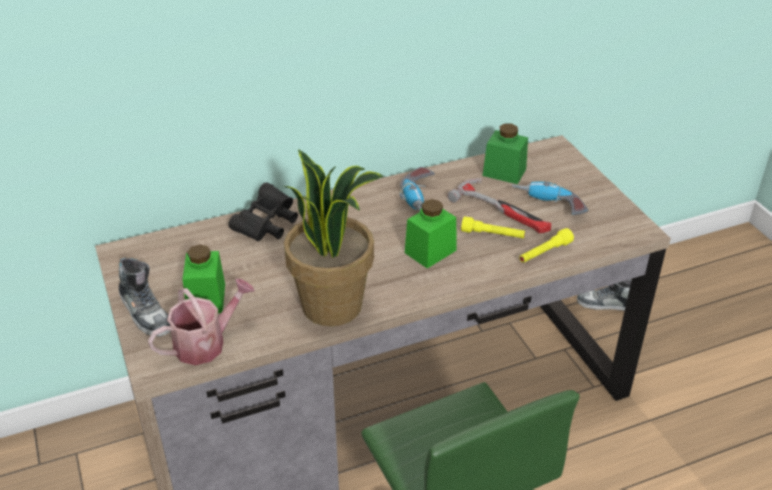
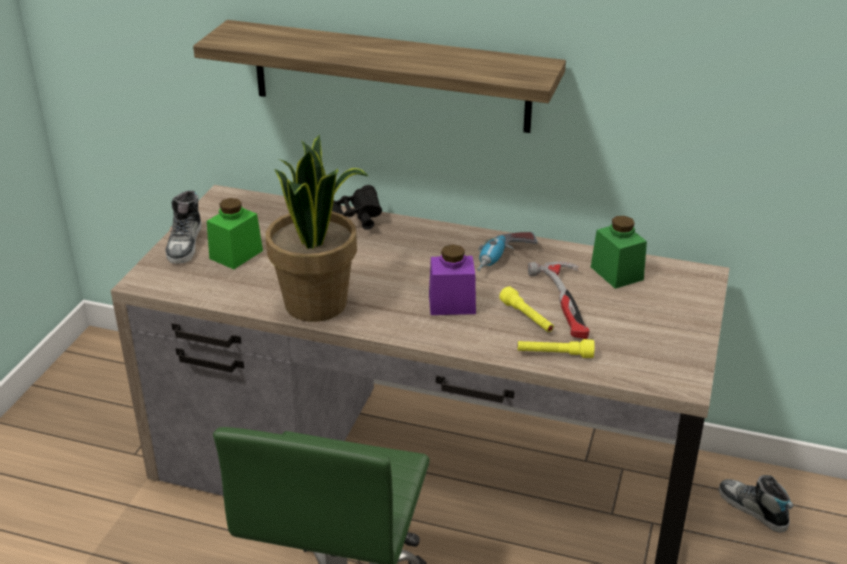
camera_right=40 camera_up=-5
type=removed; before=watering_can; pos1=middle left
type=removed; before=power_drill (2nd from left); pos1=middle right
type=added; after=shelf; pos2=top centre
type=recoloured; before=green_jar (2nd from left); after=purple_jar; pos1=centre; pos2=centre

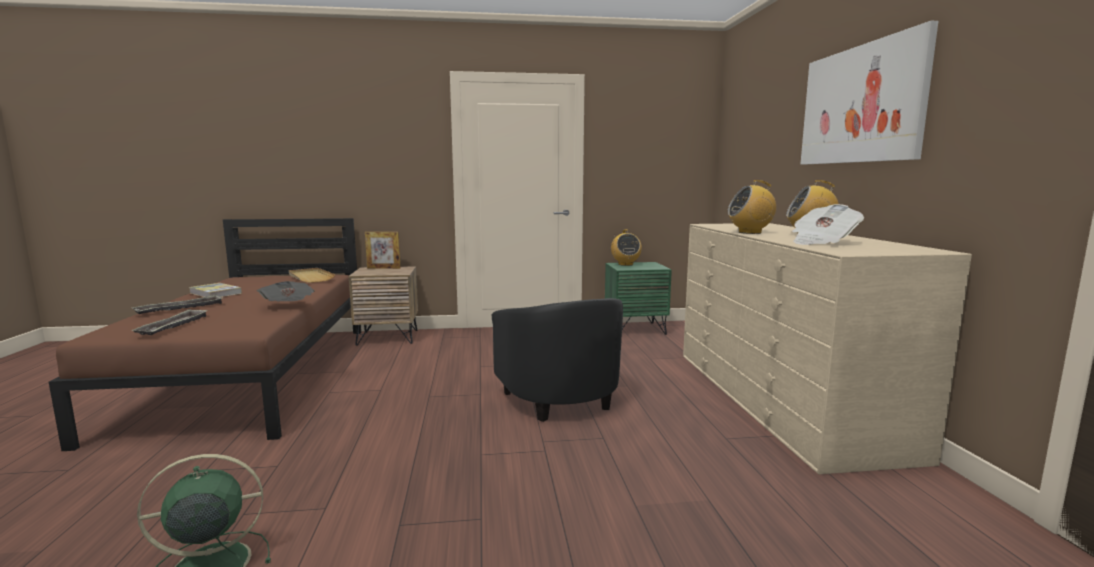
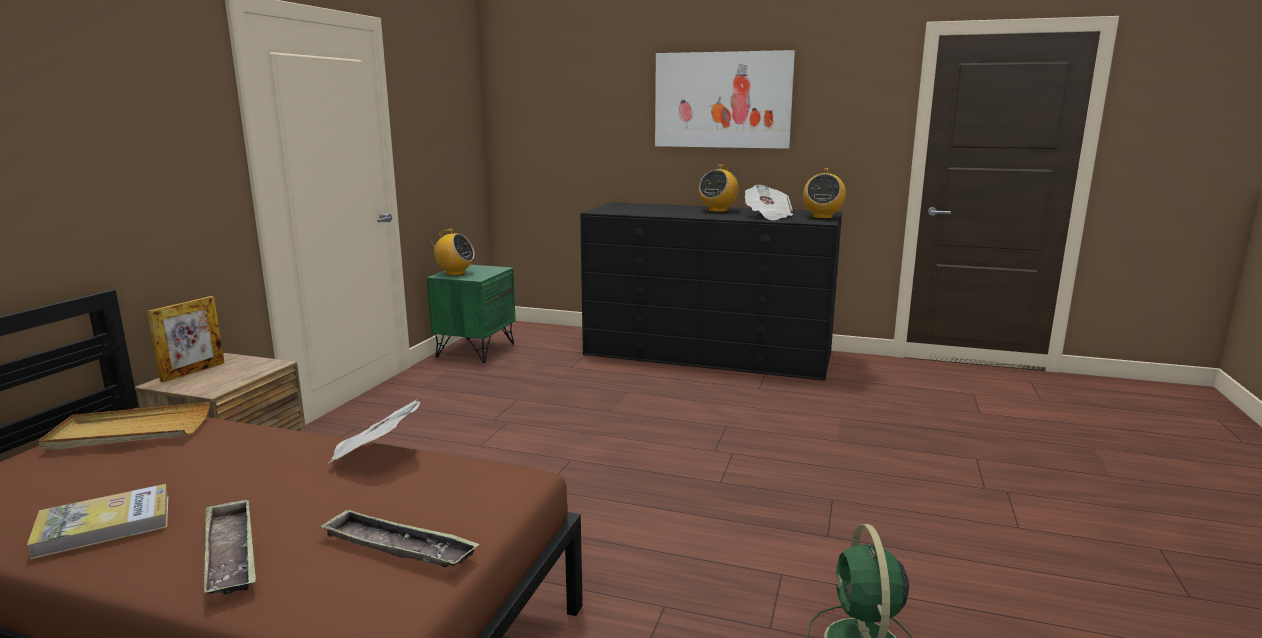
camera_right=-65 camera_up=5
type=removed; before=black_armchair; pos1=centre
type=moved; before=radio (2nd from left in the first image); after=radio (3rd from left); pos1=middle right; pos2=top centre
type=recoloured; before=beige_dresser; after=black_dresser; pos1=middle right; pos2=centre

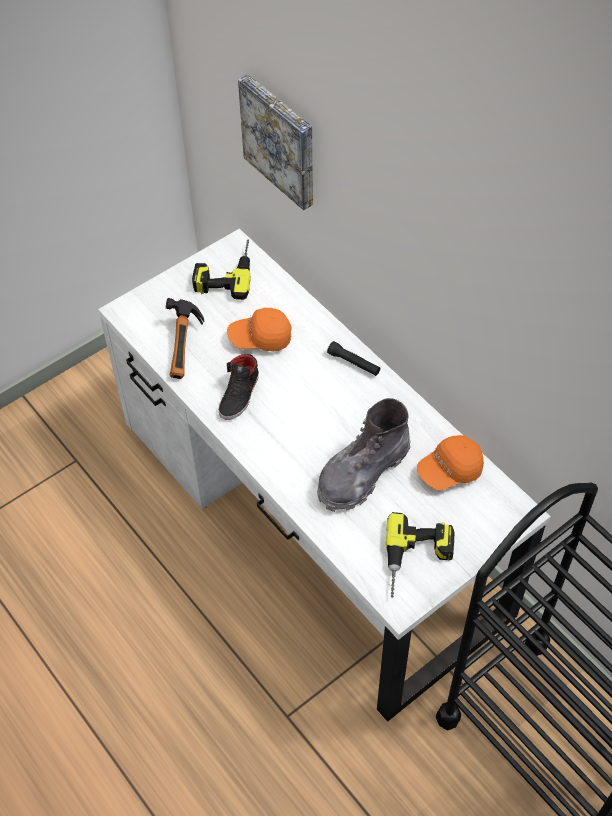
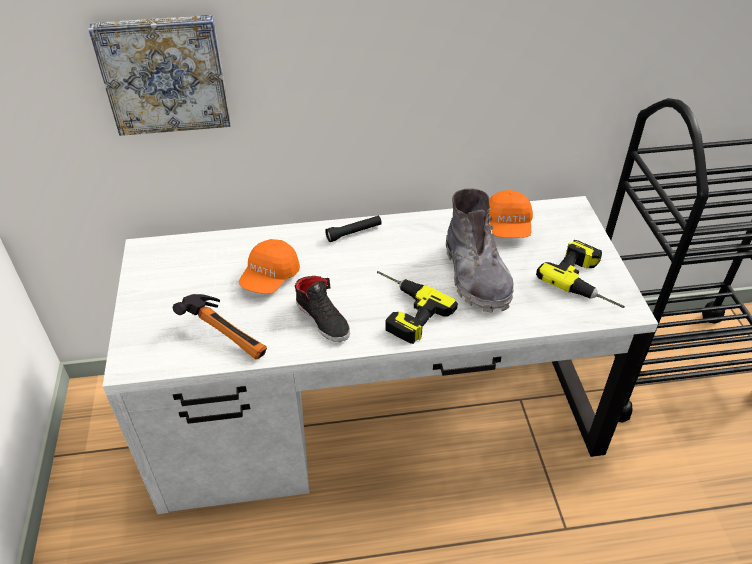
camera_right=-60 camera_up=-10
type=moved; before=power_drill (1st from left); pos1=top centre; pos2=centre

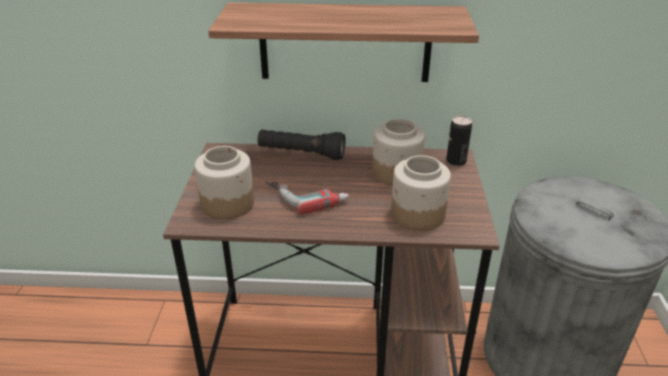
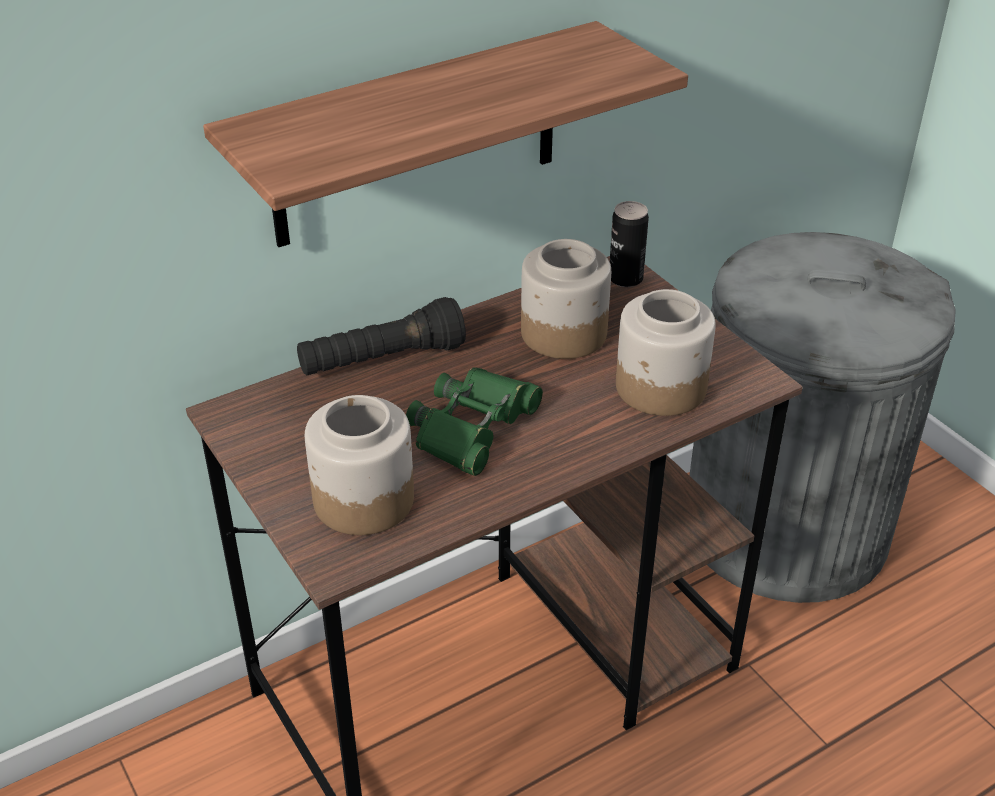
camera_right=-35 camera_up=5
type=replaced; before=power_drill; after=green_binoculars; pos1=centre; pos2=centre

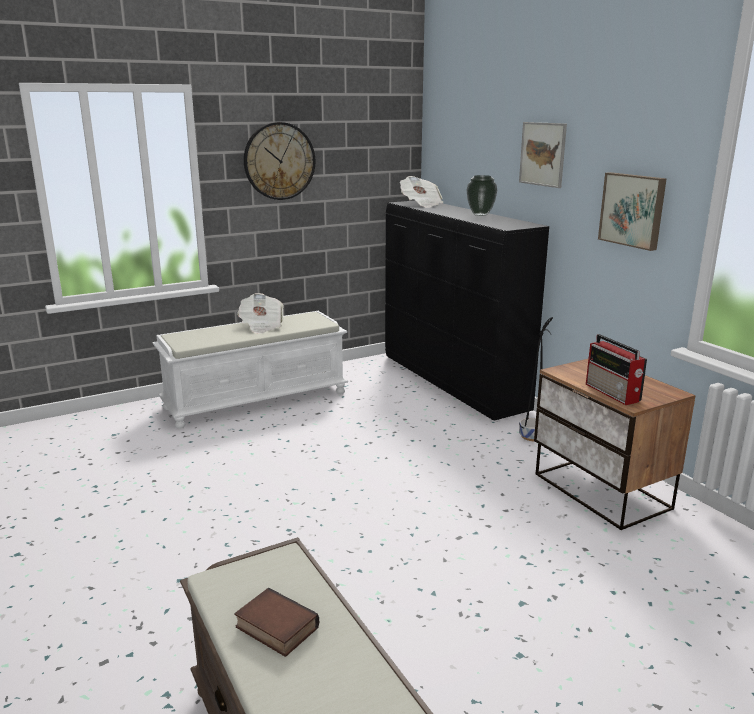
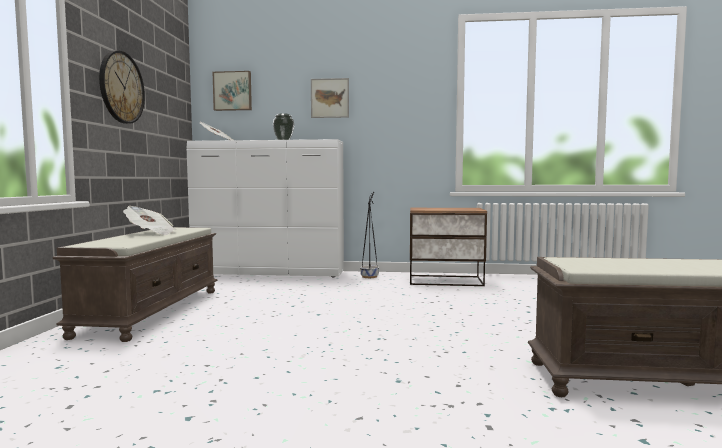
camera_right=-55 camera_up=-15
type=removed; before=book; pos1=bottom centre
type=removed; before=radio; pos1=middle right
type=moved; before=picture (2nd from left in the first image); after=picture (1st from left); pos1=top right; pos2=top left
type=recoloured; before=white_bench; after=brown_bench (1st from left); pos1=middle left; pos2=middle left
type=recoloured; before=black_dresser; after=white_dresser; pos1=centre; pos2=centre

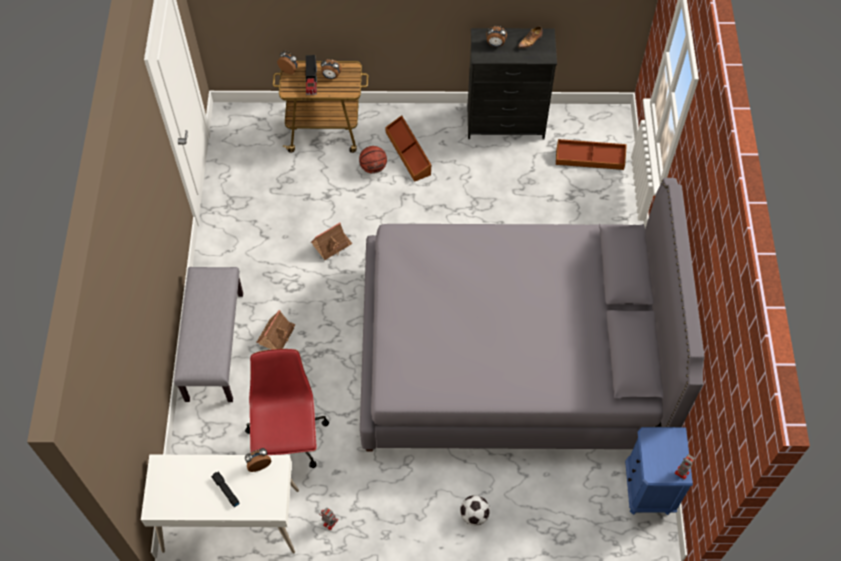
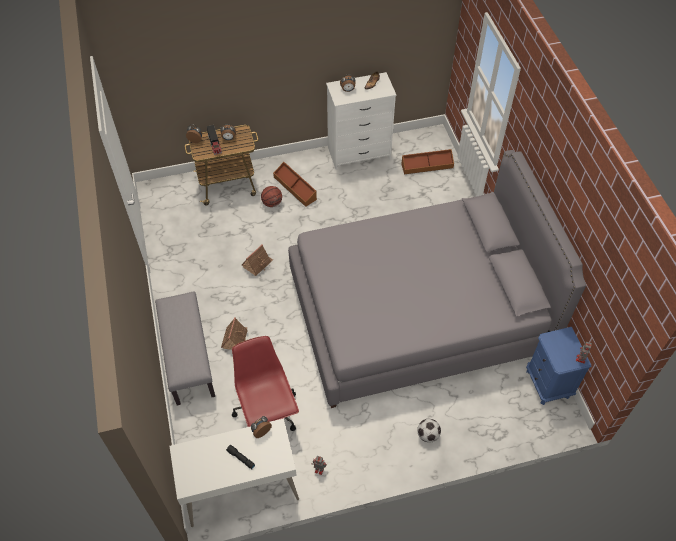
camera_right=-15 camera_up=-5
type=recoloured; before=black_dresser; after=white_dresser; pos1=top centre; pos2=top centre

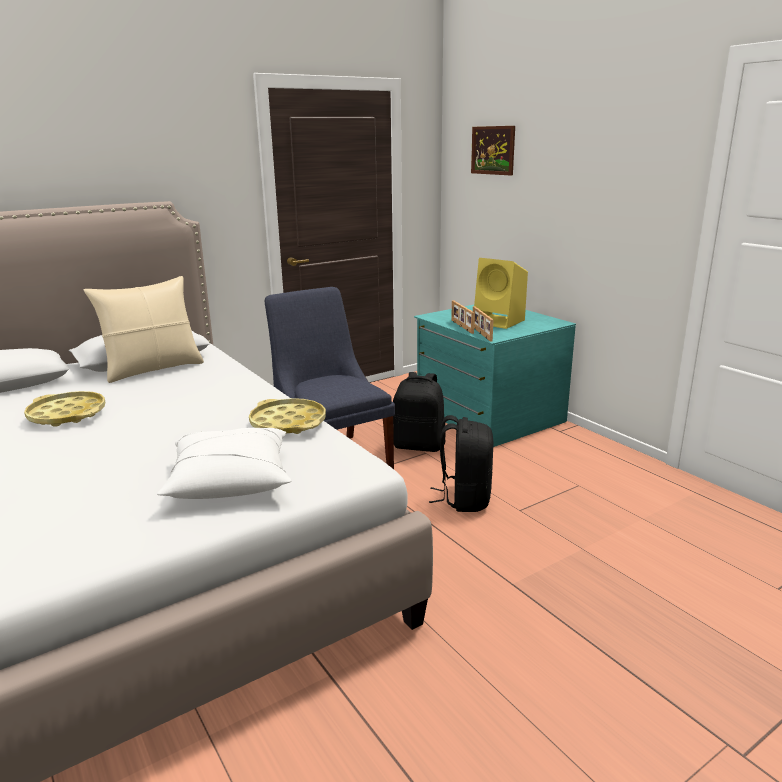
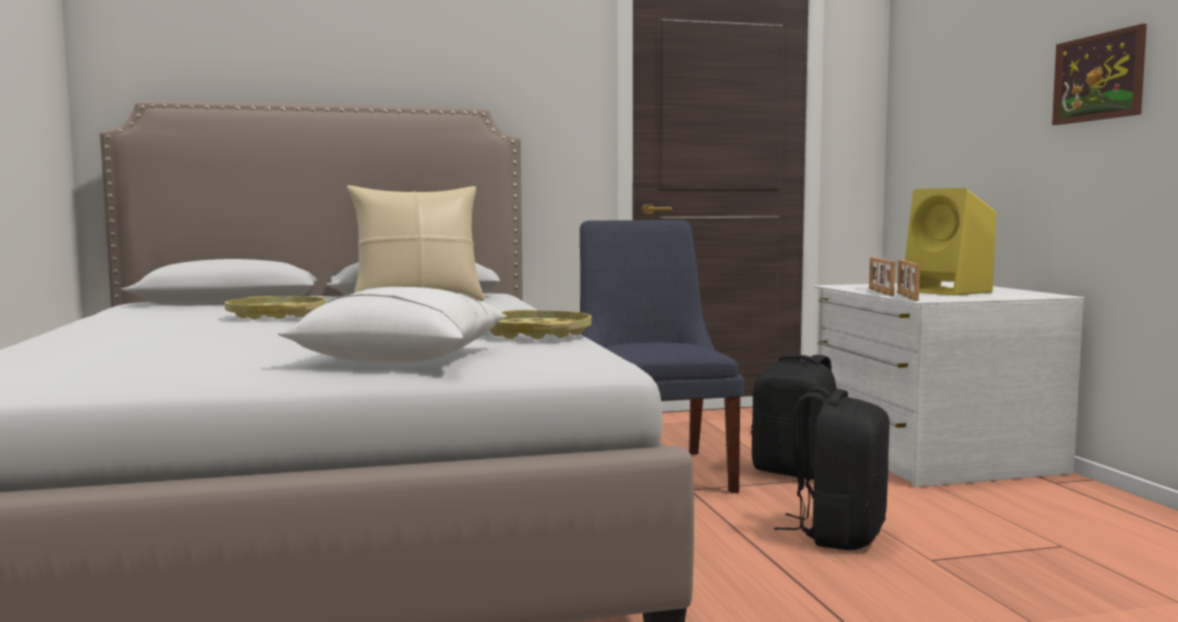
camera_right=20 camera_up=-15
type=moved; before=picture; pos1=top centre; pos2=top right
type=recoloured; before=turquoise_dresser; after=white_dresser; pos1=centre; pos2=middle right

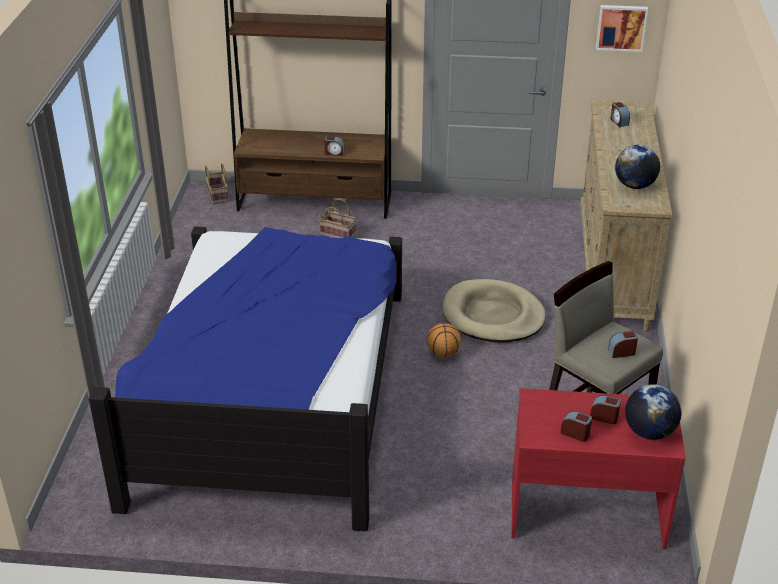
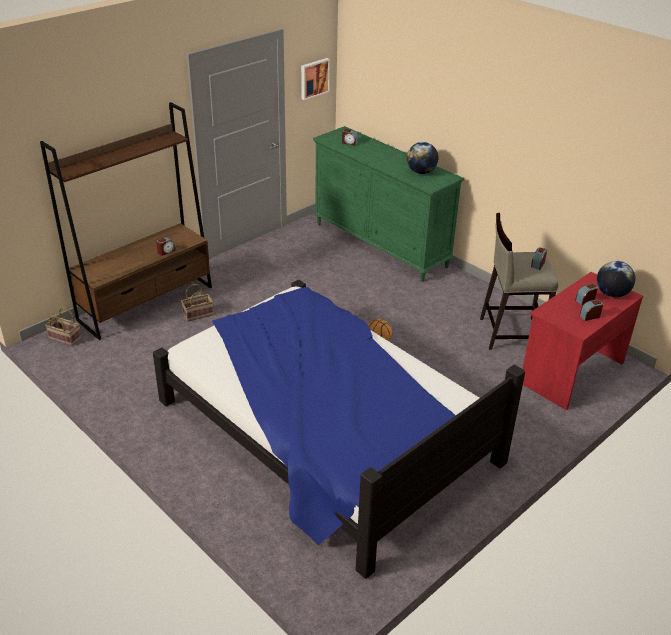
camera_right=-50 camera_up=0
type=removed; before=beige_dog_bed; pos1=centre
type=recoloured; before=beige_dresser; after=green_dresser; pos1=middle right; pos2=top centre

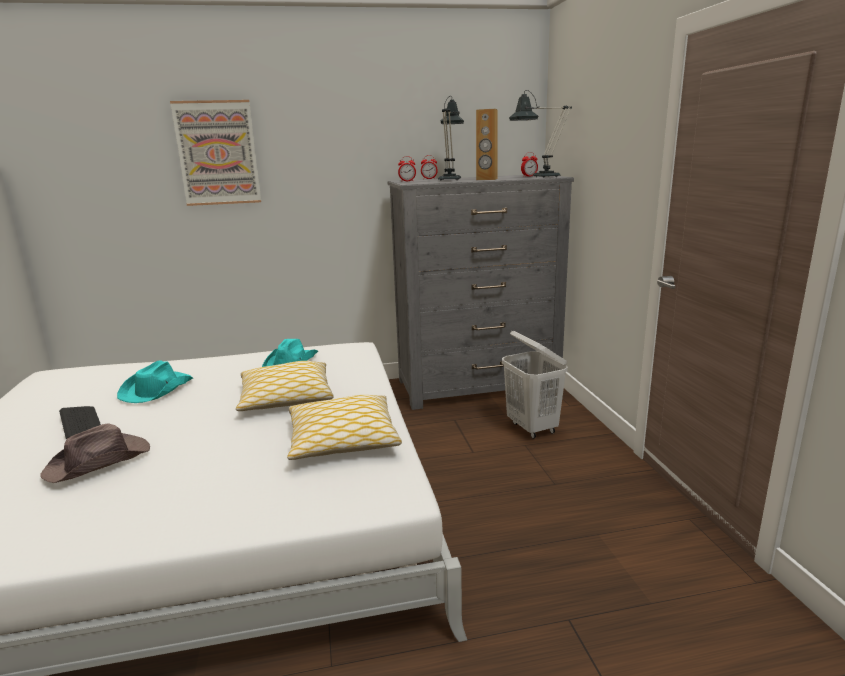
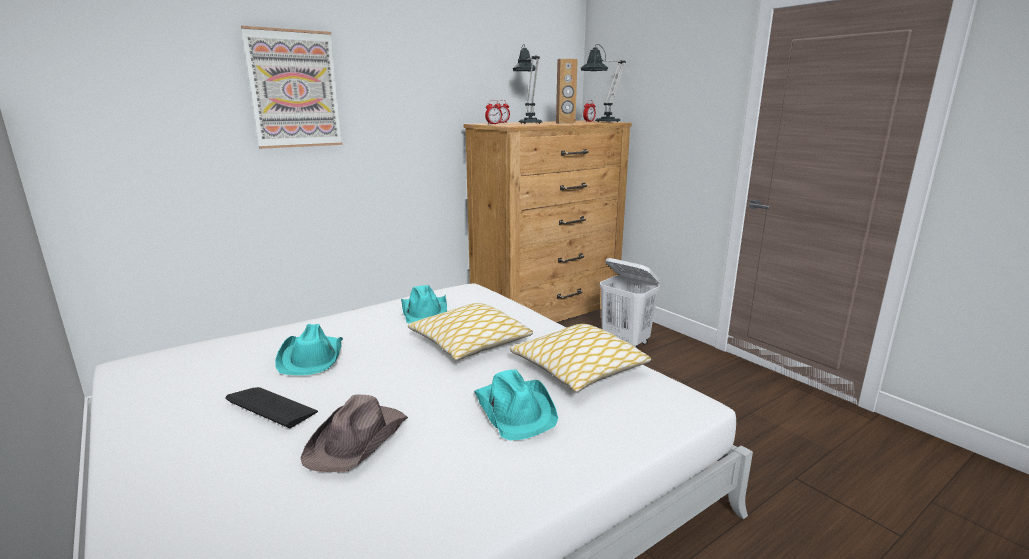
camera_right=-25 camera_up=0
type=added; after=turquoise_hat (3rd from left); pos2=bottom centre
type=recoloured; before=grey_dresser; after=brown_dresser; pos1=centre; pos2=centre

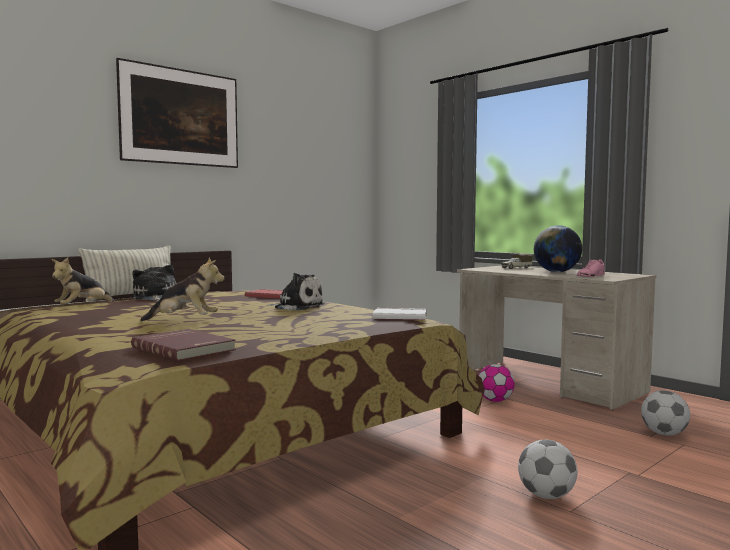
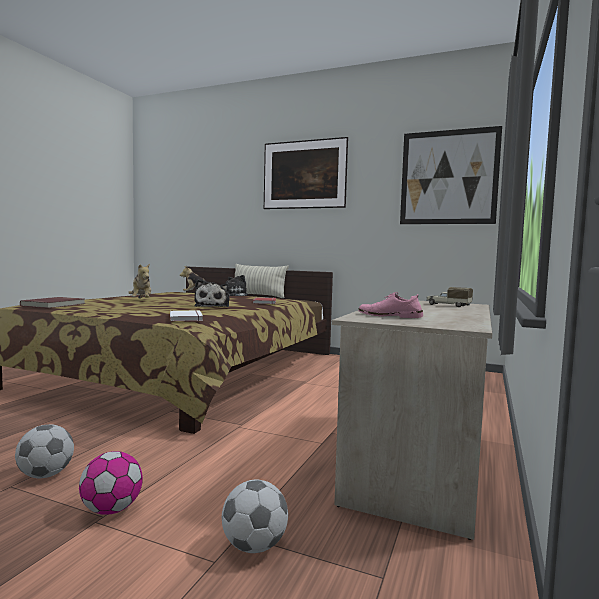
camera_right=65 camera_up=0
type=removed; before=globe; pos1=middle right
type=added; after=picture (2nd from left); pos2=top right
type=moved; before=football (1st from left in the first image); after=football (2nd from left); pos1=bottom right; pos2=bottom left

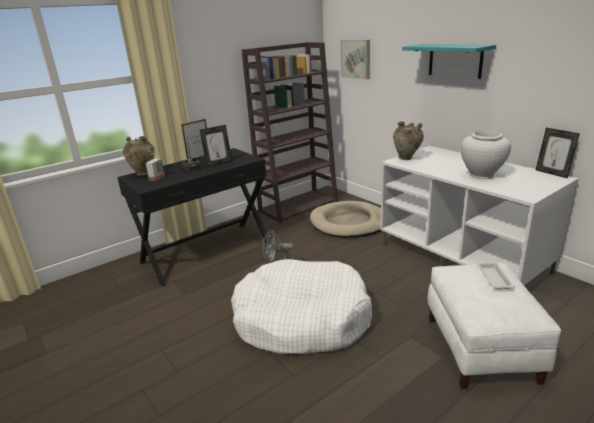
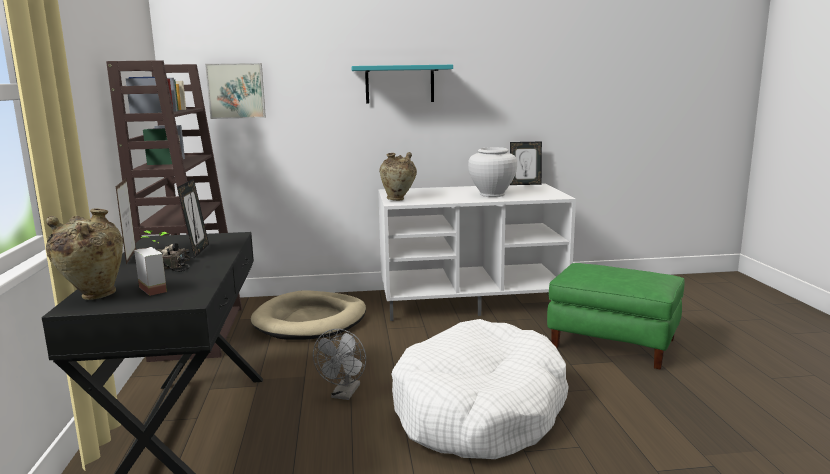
camera_right=-60 camera_up=-10
type=removed; before=white_tray; pos1=middle right
type=recoloured; before=white_ottoman; after=green_ottoman; pos1=bottom right; pos2=bottom right

